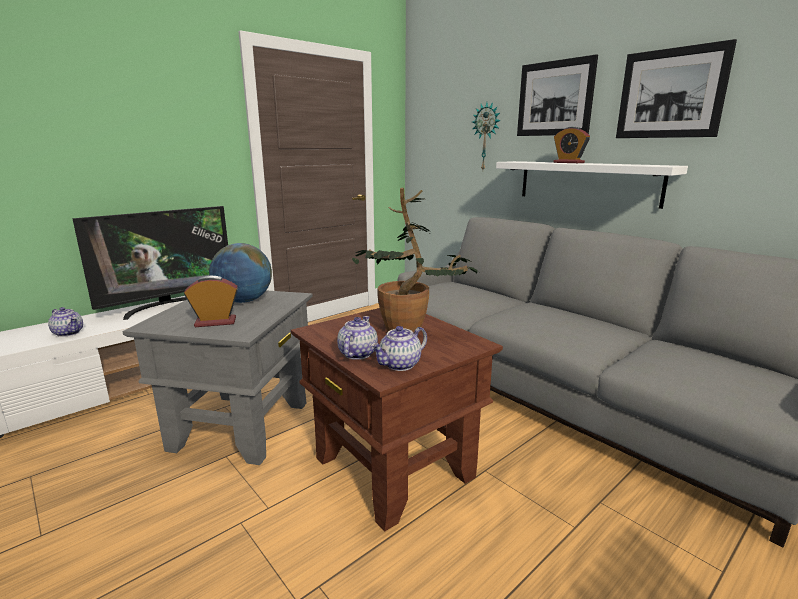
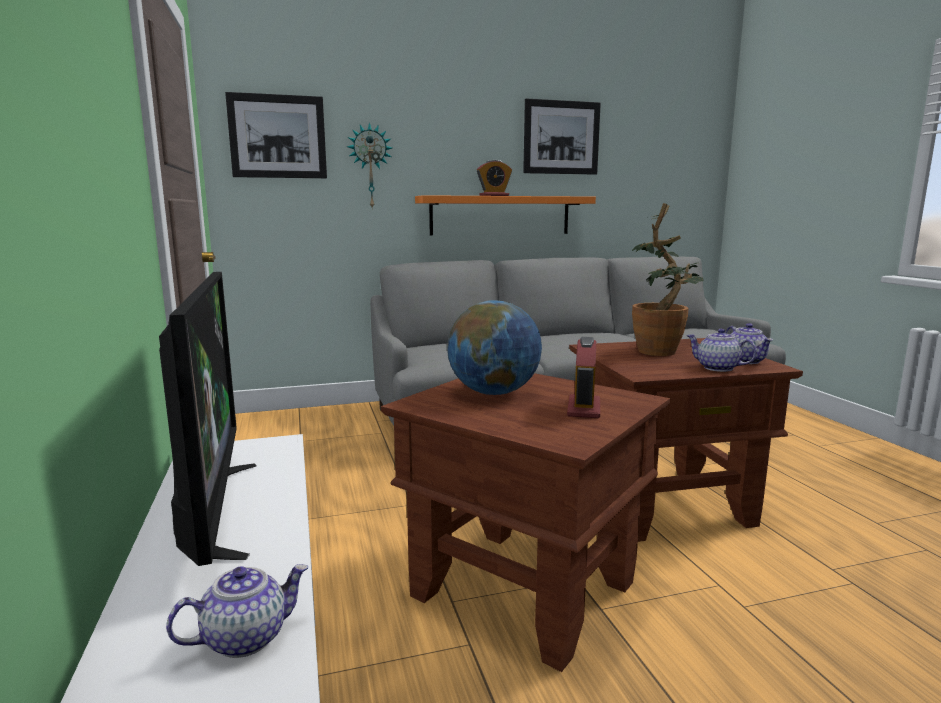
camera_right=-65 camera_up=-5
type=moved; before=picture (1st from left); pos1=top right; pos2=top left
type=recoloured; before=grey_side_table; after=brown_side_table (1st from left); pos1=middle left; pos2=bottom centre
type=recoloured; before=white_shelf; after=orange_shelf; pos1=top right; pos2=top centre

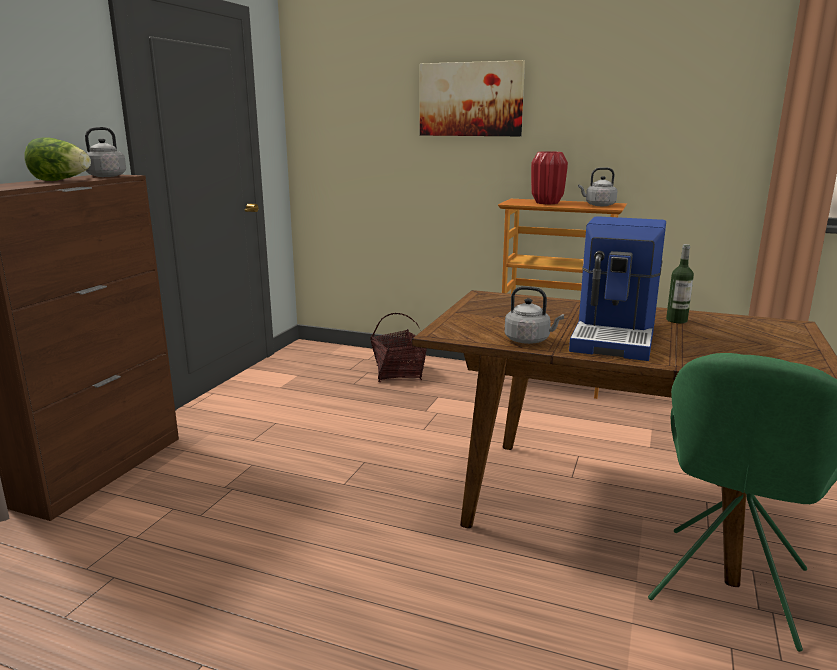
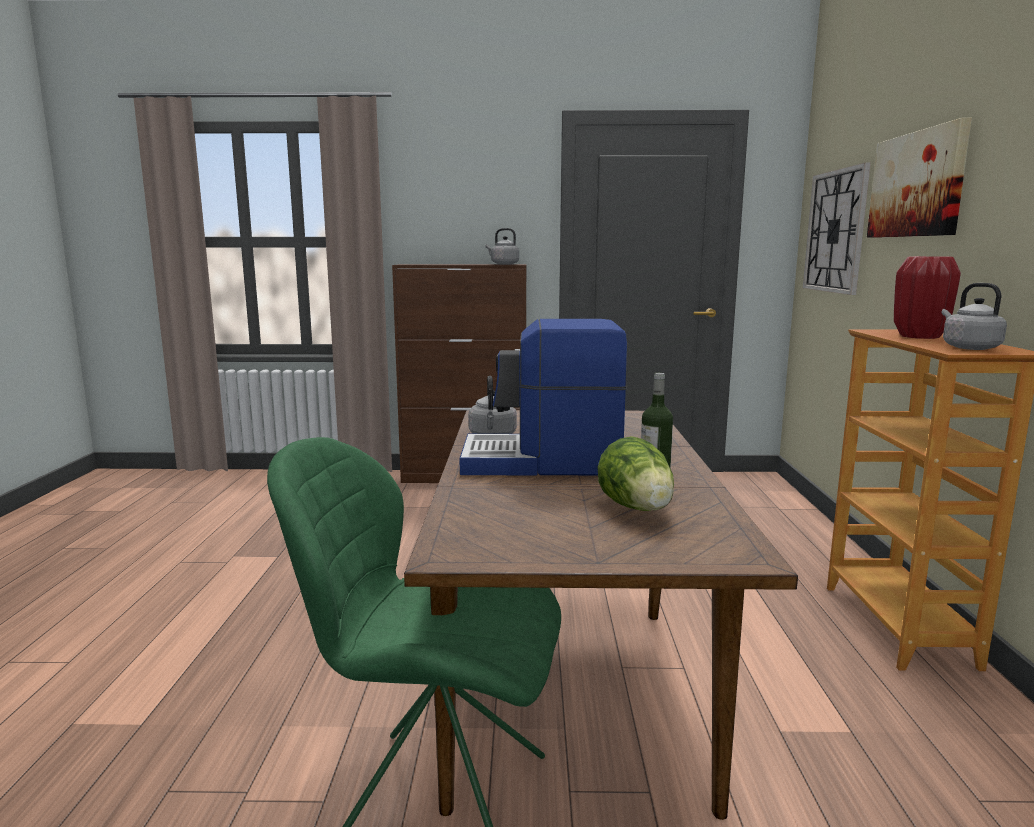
camera_right=70 camera_up=-5
type=removed; before=basket; pos1=centre
type=added; after=wall_clock; pos2=top right
type=moved; before=lettuce; pos1=top left; pos2=centre

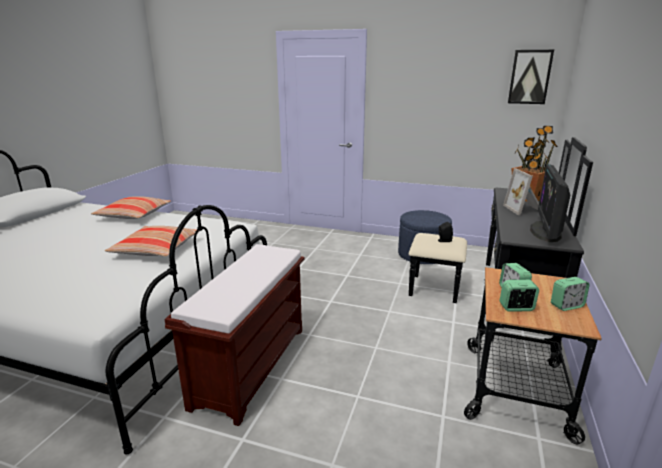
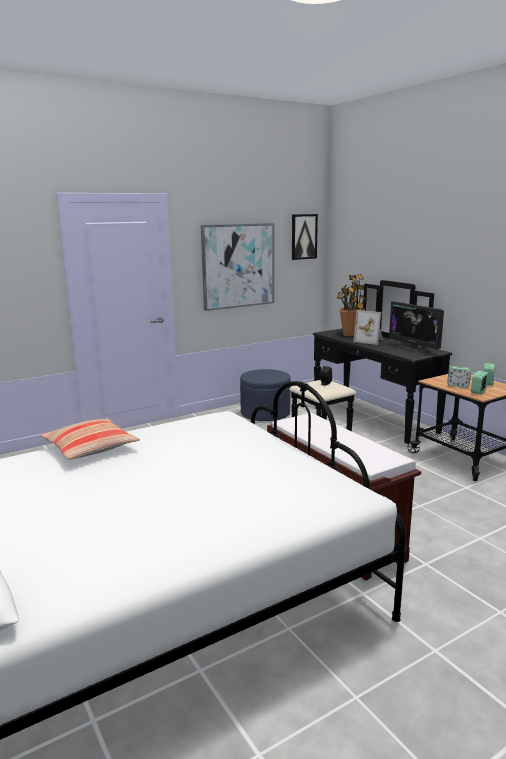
camera_right=-50 camera_up=-5
type=removed; before=pillow (2nd from left); pos1=middle left
type=added; after=picture (1st from left); pos2=centre

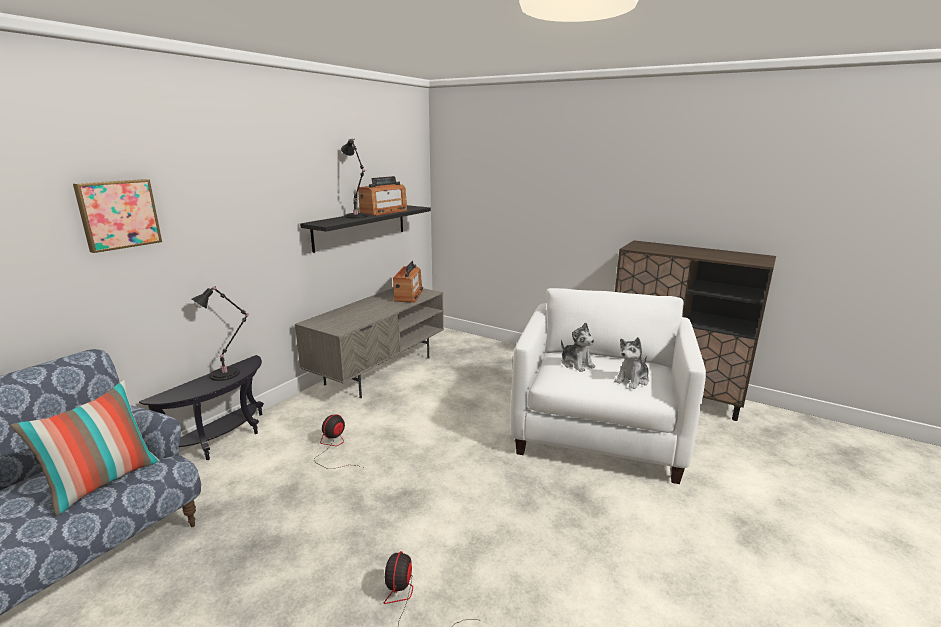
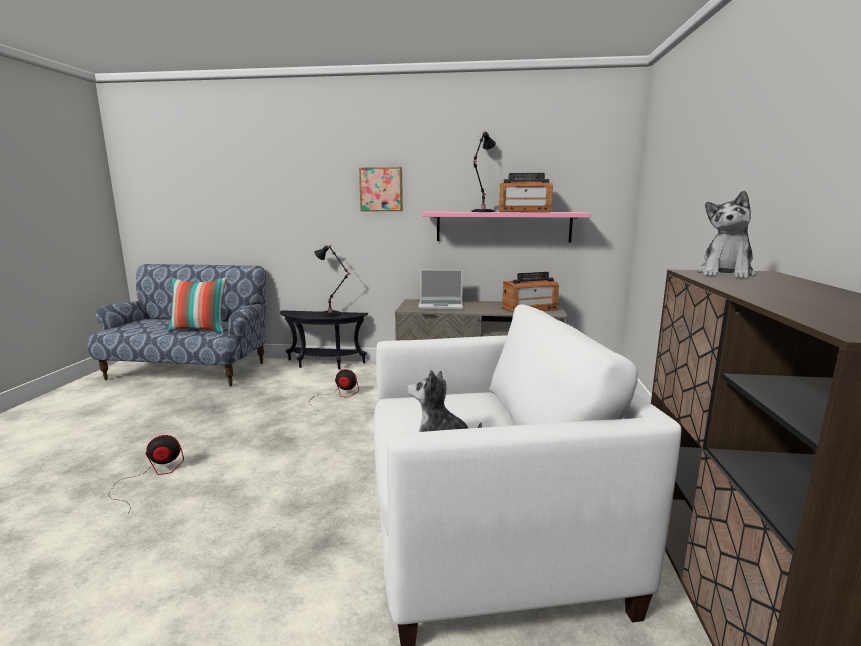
camera_right=65 camera_up=-5
type=added; after=laptop; pos2=centre
type=moved; before=picture; pos1=middle left; pos2=top centre
type=moved; before=plush_toy (1st from left in the first image); after=plush_toy (2nd from left); pos1=centre; pos2=middle right
type=recoloured; before=black_shelf; after=pink_shelf; pos1=centre; pos2=centre

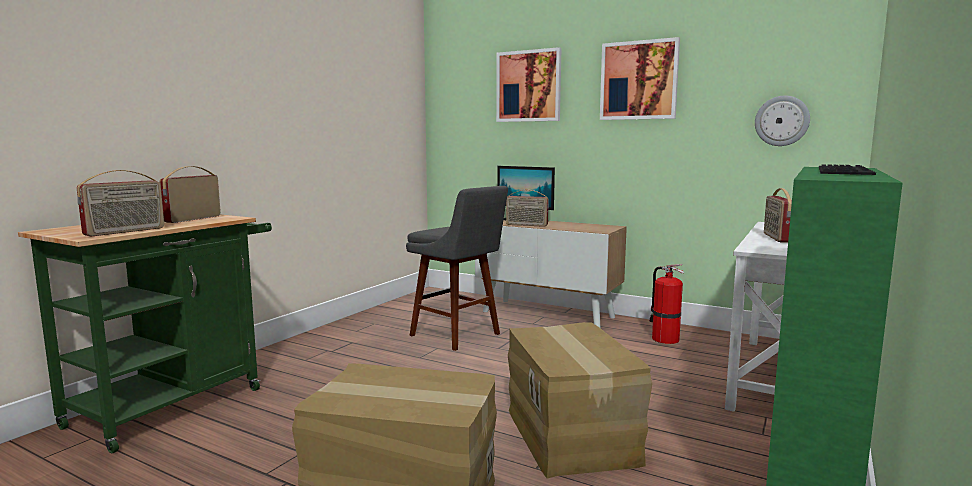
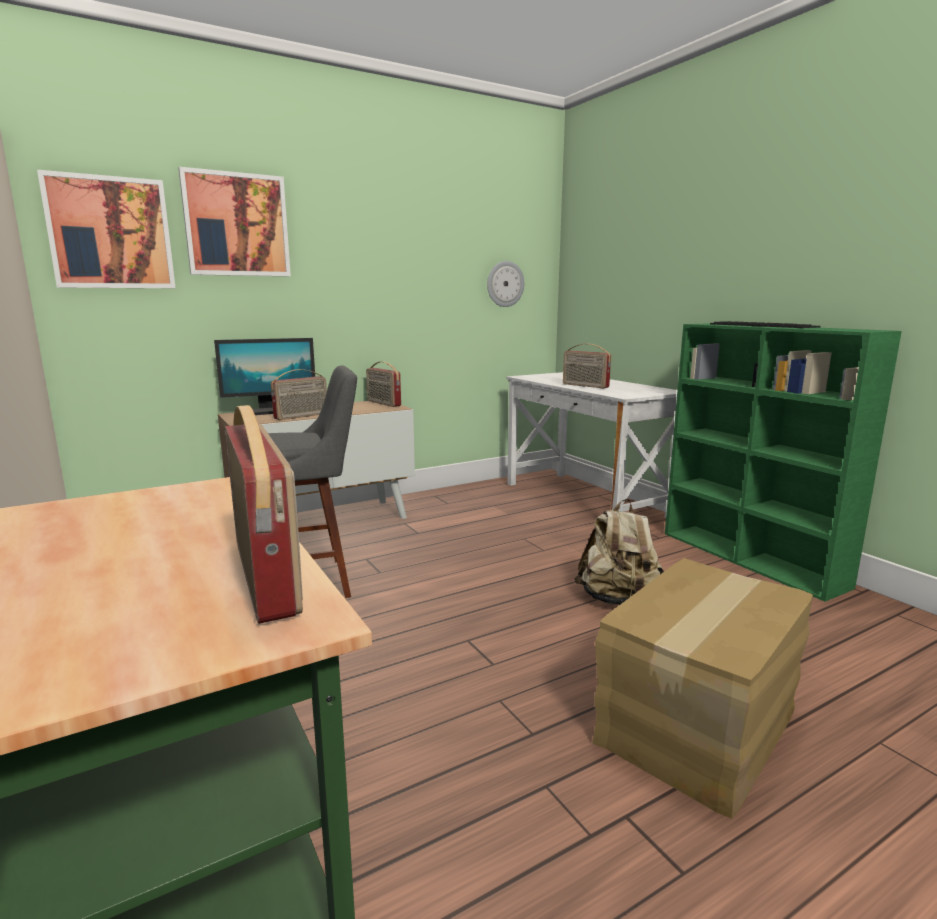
camera_right=-60 camera_up=5
type=removed; before=fire_extinguisher; pos1=middle right
type=moved; before=radio (2nd from left in the first image); after=radio (3rd from left); pos1=middle left; pos2=centre
type=moved; before=picture (2nd from left in the first image); after=picture (1st from left); pos1=top centre; pos2=top left
type=replaced; before=cardboard_box (2nd from left); after=beige_backpack; pos1=bottom centre; pos2=centre

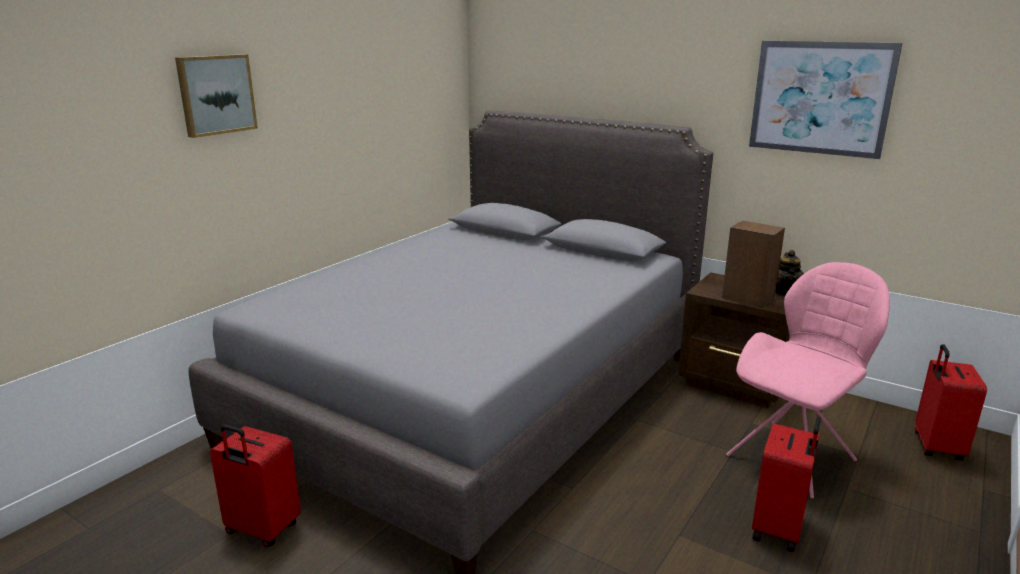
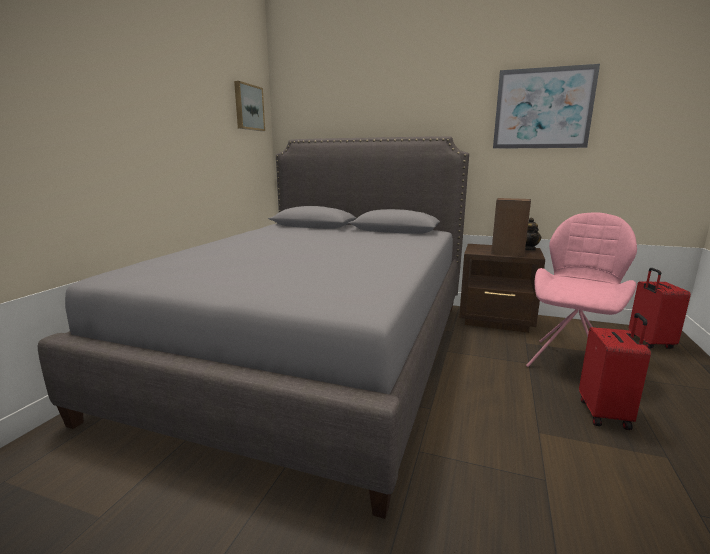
camera_right=-15 camera_up=-5
type=removed; before=red_suitcase (1st from left); pos1=bottom left
type=moved; before=picture (1st from left); pos1=top left; pos2=top centre

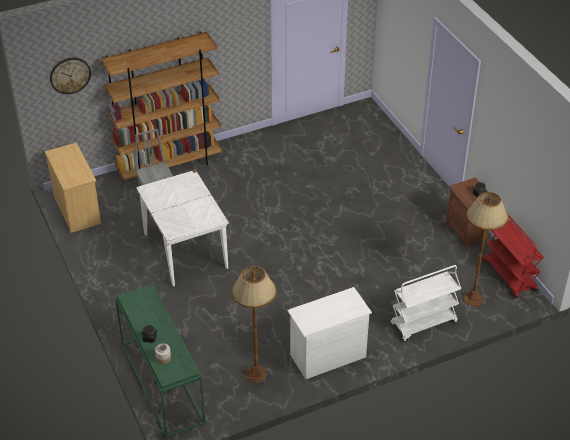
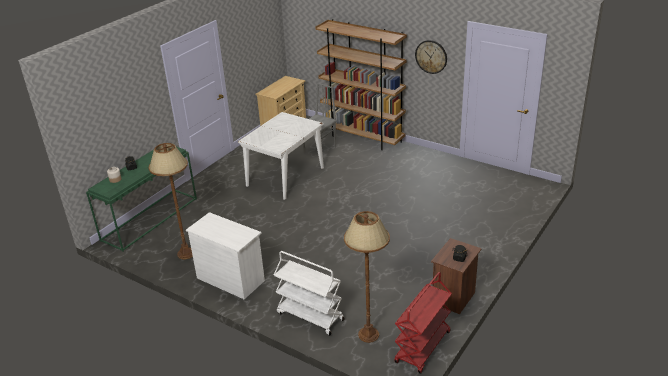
camera_right=60 camera_up=-10
type=moved; before=wall_clock; pos1=top left; pos2=top centre

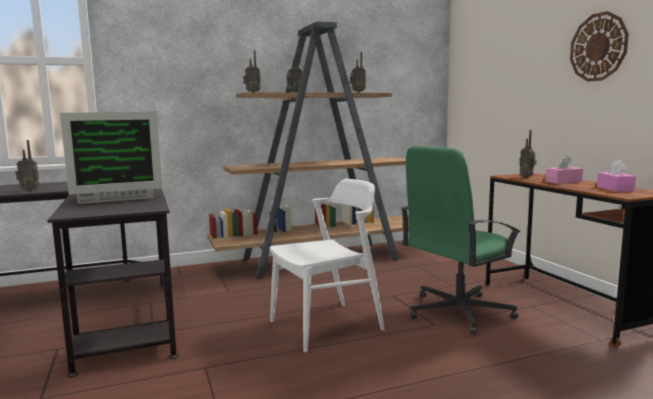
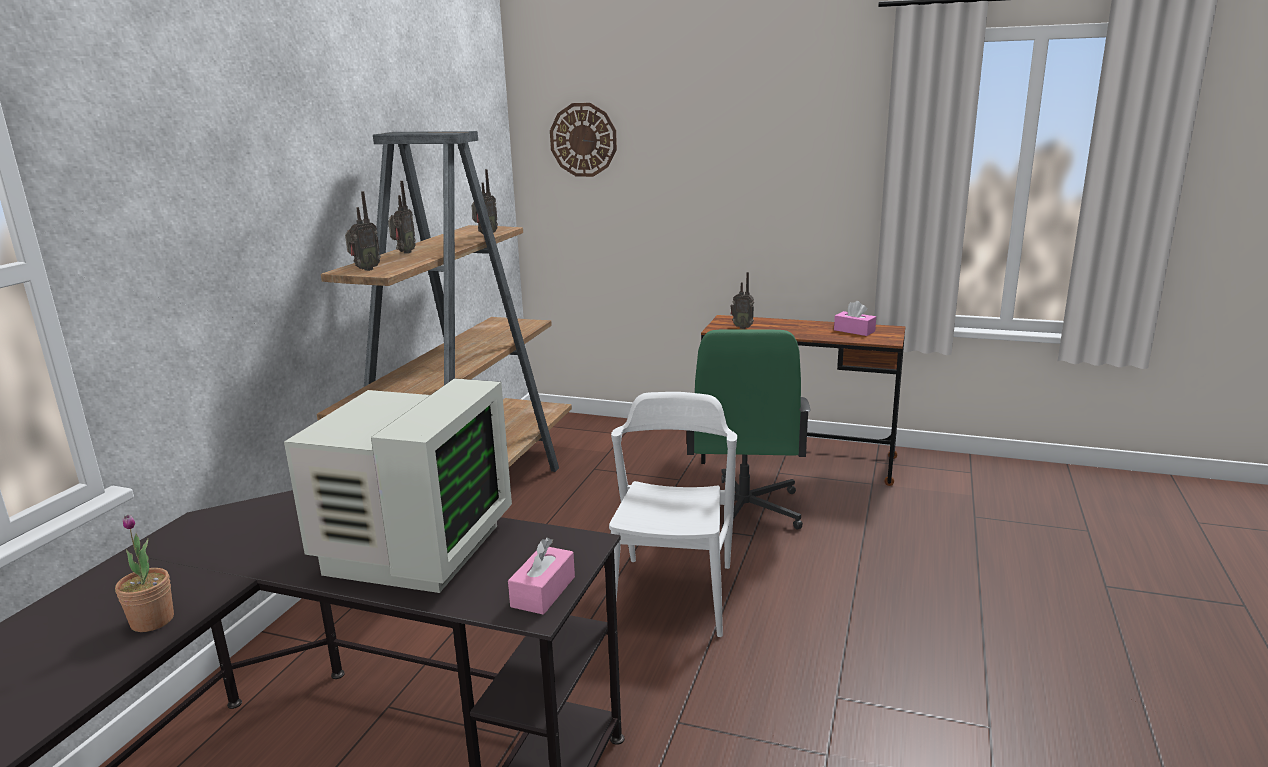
camera_right=-50 camera_up=10
type=moved; before=pink_tissue_box (1st from left); pos1=middle right; pos2=bottom centre
type=moved; before=wall_clock; pos1=top right; pos2=top centre
type=replaced; before=radio (1st from left); after=potted_plant; pos1=middle left; pos2=bottom left

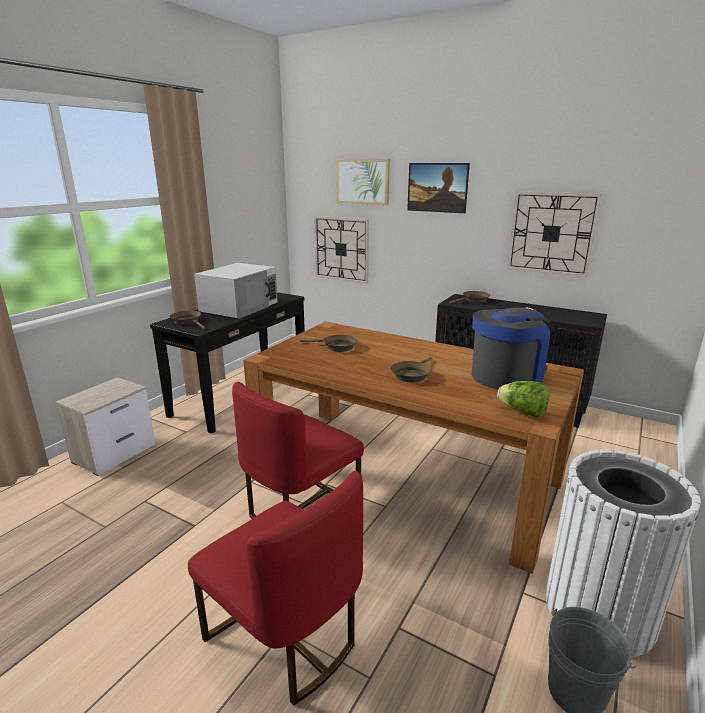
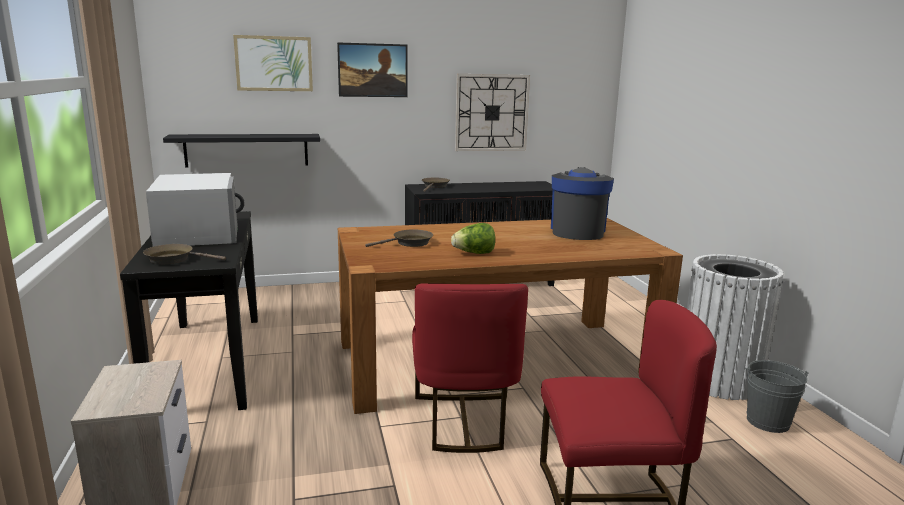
camera_right=-45 camera_up=-5
type=removed; before=brown_frying_pan (3rd from left); pos1=centre
type=moved; before=lettuce; pos1=middle right; pos2=centre
type=replaced; before=wall_clock (1st from left); after=black_shelf; pos1=centre; pos2=top left

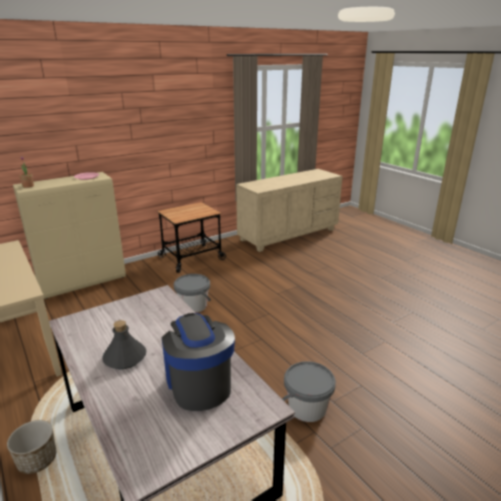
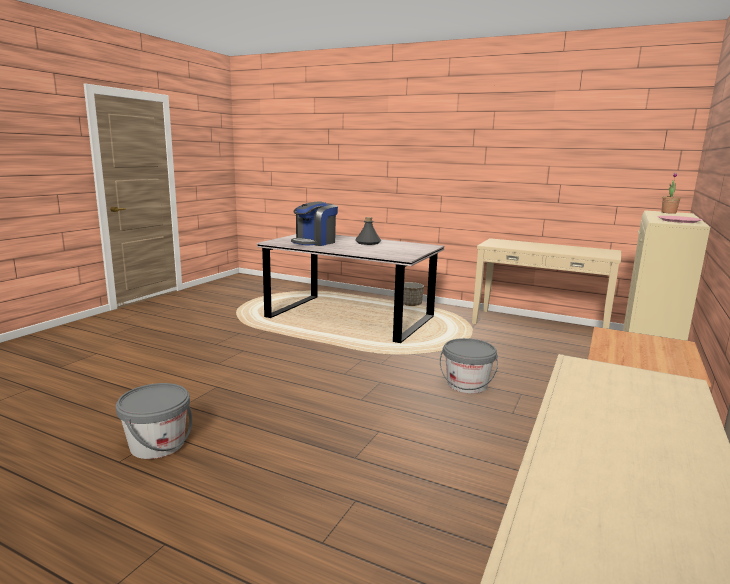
camera_right=150 camera_up=-10
type=moved; before=grey_bucket (2nd from left in the first image); after=grey_bucket (1st from left); pos1=bottom centre; pos2=bottom left
type=turned; before=coffee_machine; pos1=bottom centre; pos2=centre; turn=90

